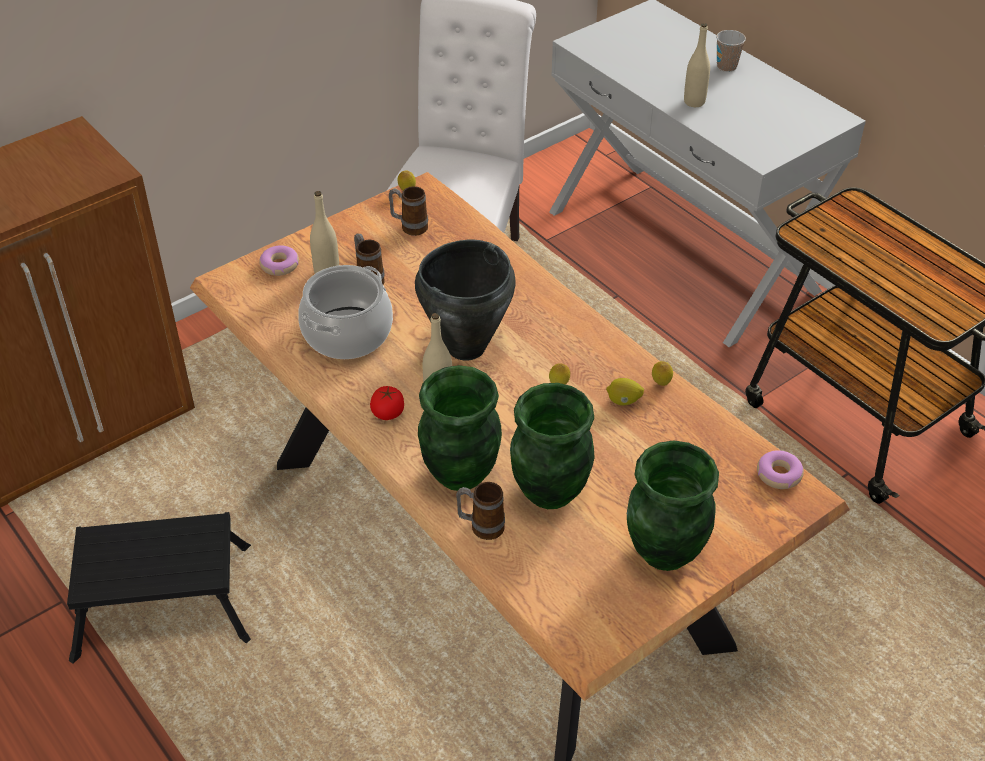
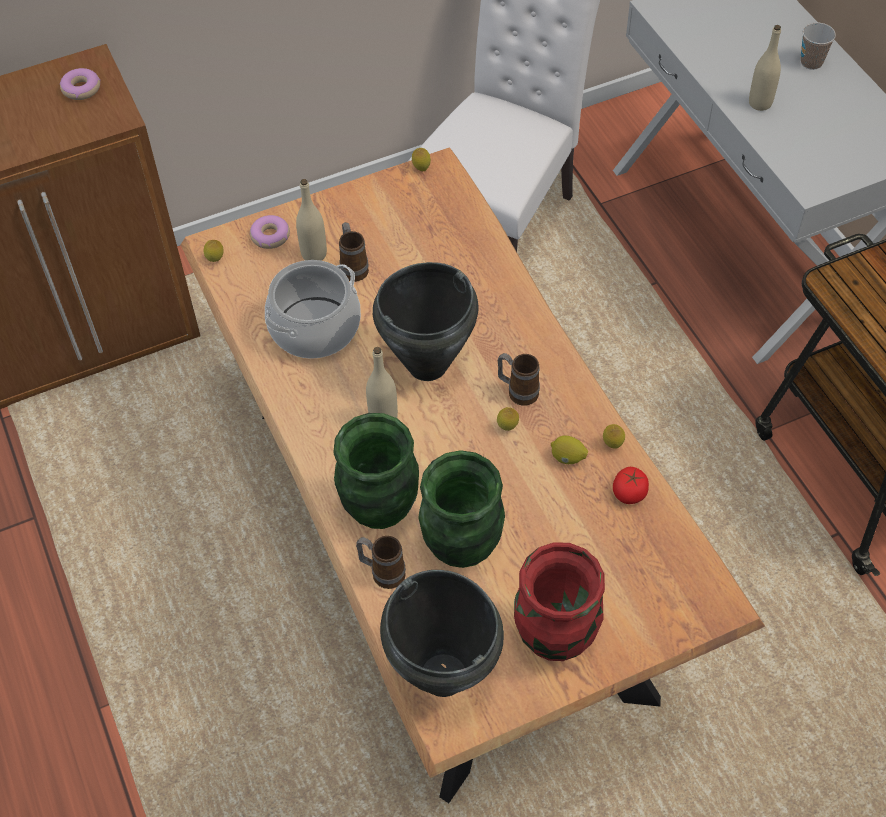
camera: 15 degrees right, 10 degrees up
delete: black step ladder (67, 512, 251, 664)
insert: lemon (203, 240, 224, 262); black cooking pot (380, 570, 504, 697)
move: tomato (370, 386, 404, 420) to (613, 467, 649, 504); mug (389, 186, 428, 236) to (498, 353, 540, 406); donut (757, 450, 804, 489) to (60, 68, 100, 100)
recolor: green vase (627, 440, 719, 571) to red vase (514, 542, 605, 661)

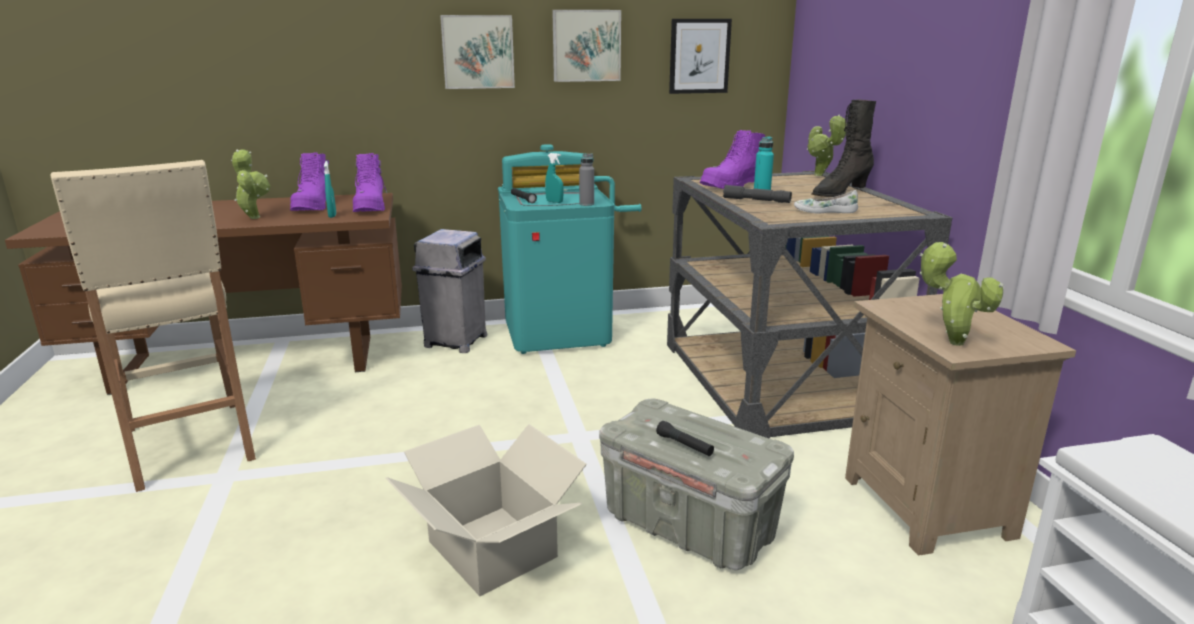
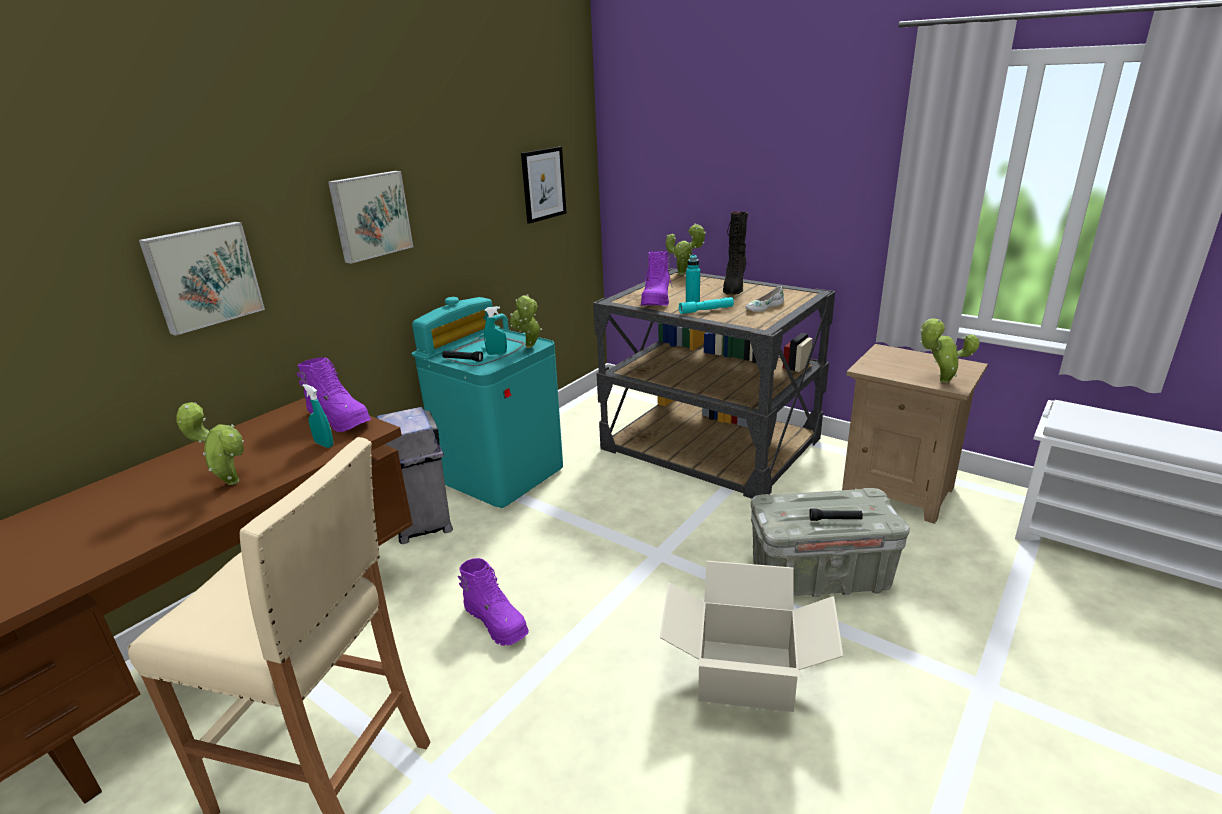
camera: 40 degrees left, 5 degrees up
move: purple boot (290, 152, 329, 211) to (458, 558, 529, 646); picture (552, 10, 621, 82) to (139, 222, 265, 336)
replace: grey bottle (579, 153, 594, 206) to potted plant (510, 294, 542, 348)
recolor: grey flashlight (723, 185, 792, 203) to turquoise flashlight (679, 297, 734, 314)

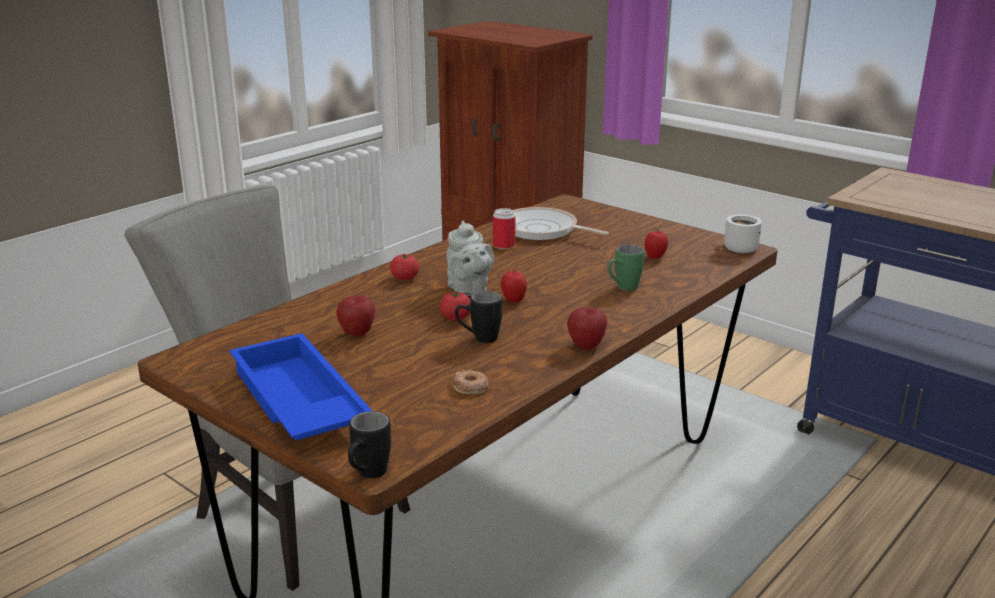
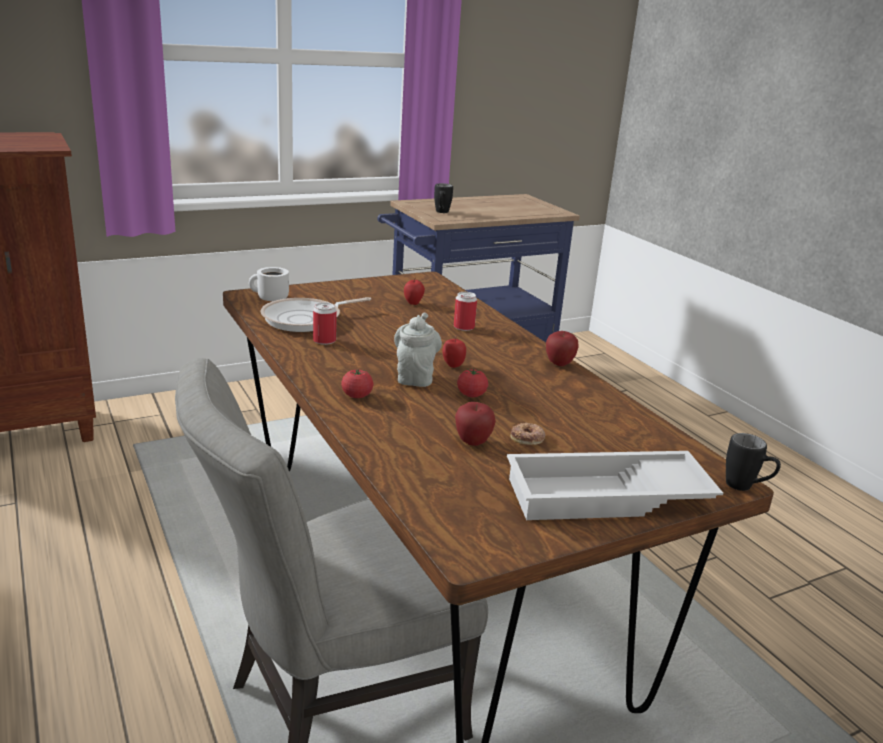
camera: 70 degrees left, 0 degrees up
move: donut (452, 370, 489, 394) to (511, 423, 545, 445); black mug (455, 291, 502, 343) to (434, 183, 453, 213); white mug (724, 214, 762, 253) to (249, 267, 289, 301)
replace: green mug (607, 245, 644, 291) to can (454, 292, 477, 331)
recolor: blue tray (230, 333, 372, 440) to white tray (507, 451, 723, 520)
rotate: grey teapot (446, 221, 494, 296) = (394, 313, 442, 387) 90 degrees counterclockwise

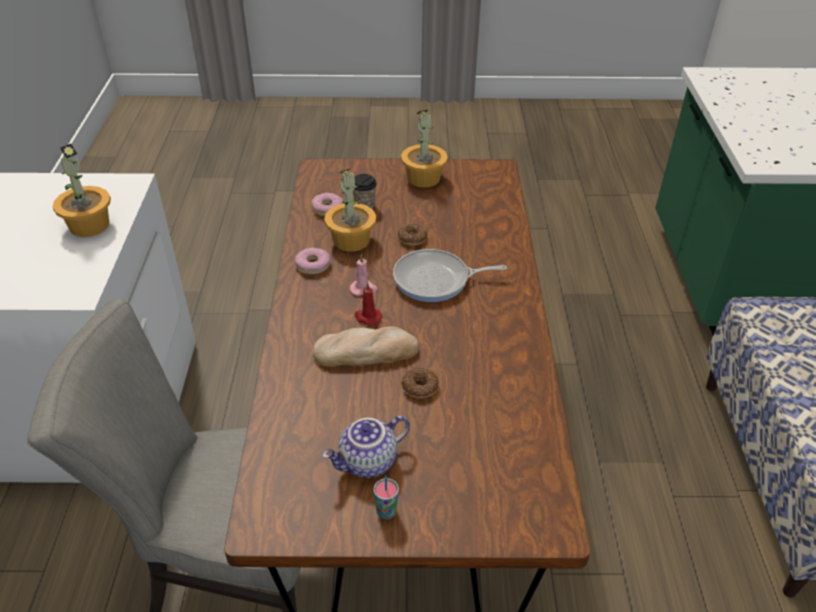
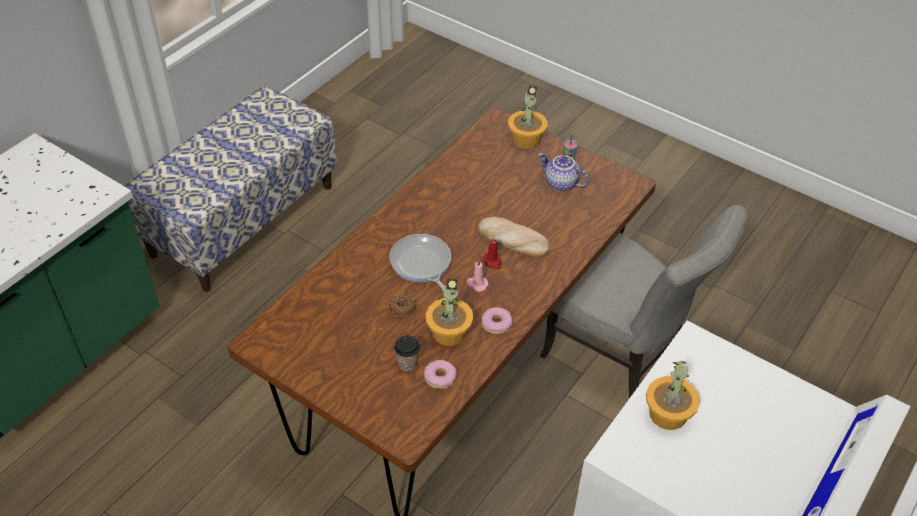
camera: 145 degrees left, 5 degrees up
delete: donut (401, 367, 438, 398)
move: potted plant (401, 110, 448, 188) to (508, 86, 548, 149)
rotate: teapot (322, 415, 410, 478) = (538, 153, 589, 191) 150 degrees counterclockwise; frying pan (393, 249, 507, 302) = (389, 234, 451, 292) 150 degrees counterclockwise

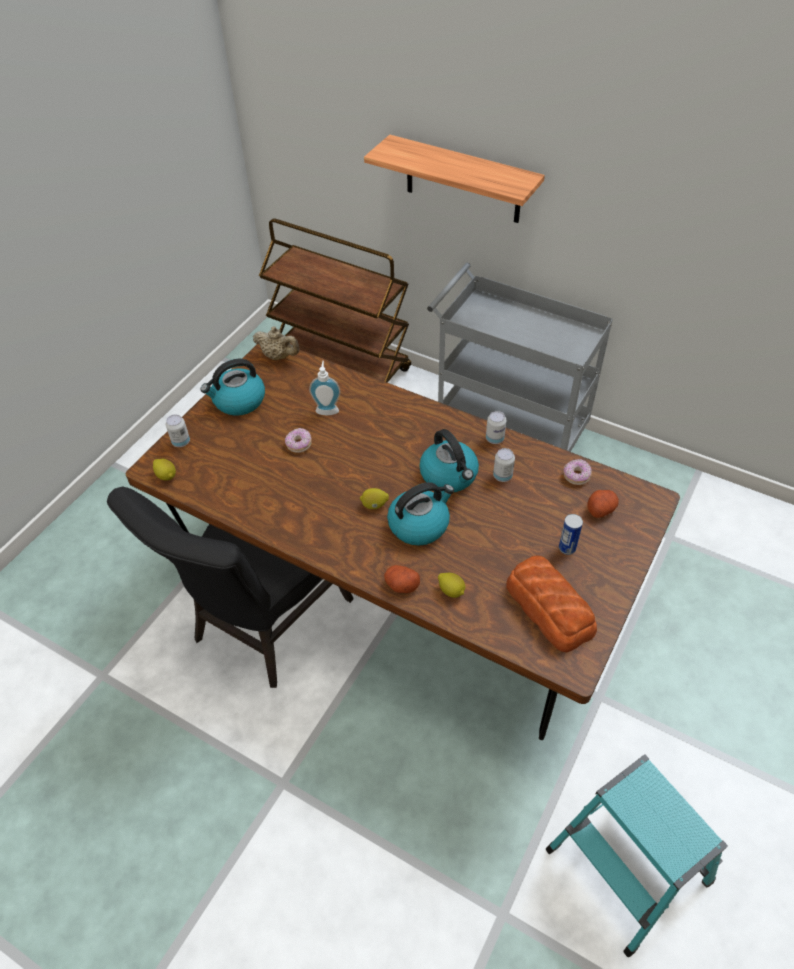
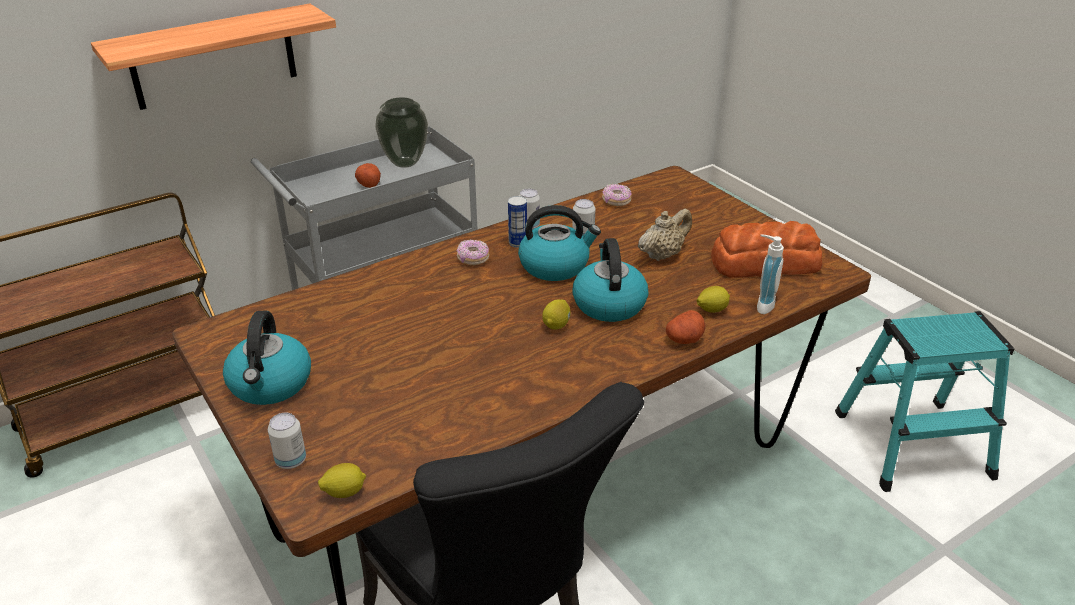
camera: 65 degrees left, 15 degrees down
insert: vase (375, 97, 428, 168)
move: beige teapot (253, 327, 300, 360) to (638, 208, 692, 261); donut (285, 428, 312, 453) to (457, 240, 489, 265); soap dispenser (309, 361, 340, 416) to (757, 234, 784, 314); can (559, 514, 583, 555) to (508, 196, 527, 248); potato (587, 490, 619, 518) to (355, 163, 381, 188)

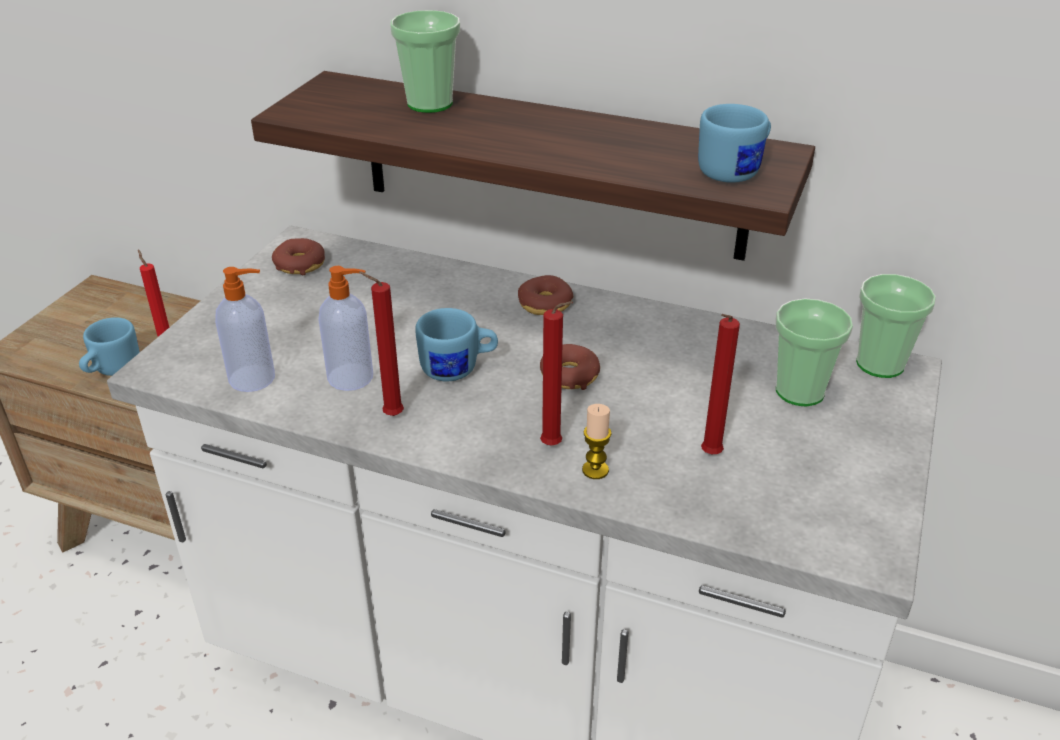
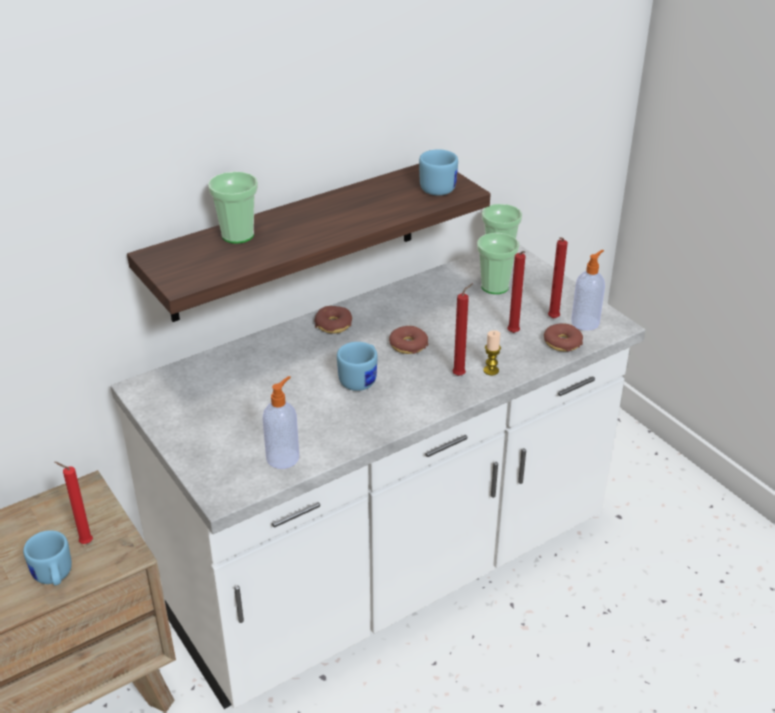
camera: 55 degrees left, 0 degrees up
move: donut (272, 238, 325, 275) to (544, 323, 583, 352); soap dispenser (318, 266, 373, 391) to (571, 250, 605, 330); red candle (359, 272, 404, 416) to (548, 237, 568, 319)

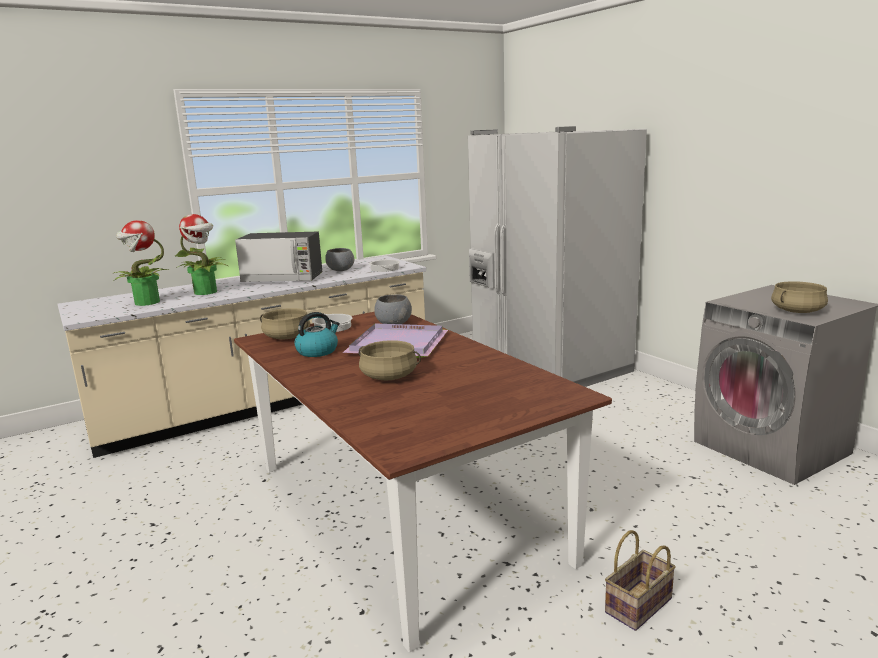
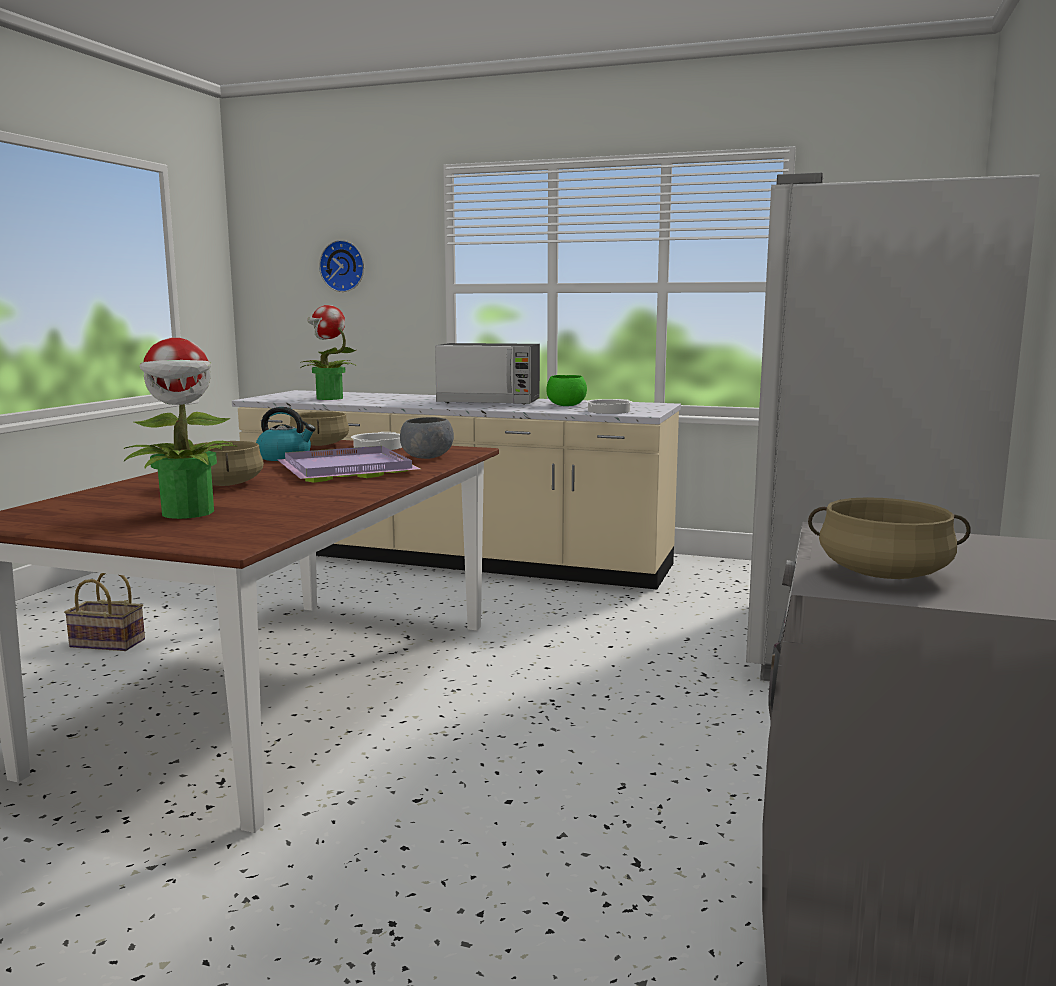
camera: 50 degrees right, 5 degrees down
insert: wall clock (319, 240, 364, 292)
move: potted plant (175, 214, 228, 295) to (123, 338, 238, 519); basket (605, 530, 675, 631) to (64, 573, 145, 651)
recolor: grey bowl (325, 248, 354, 271) to green bowl (546, 375, 587, 406)
rotate: microwave (235, 231, 322, 282) = (435, 343, 540, 405) 45 degrees counterclockwise

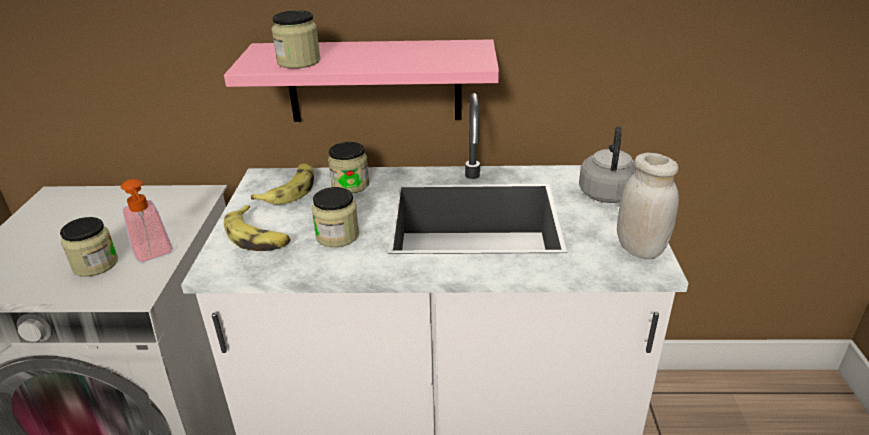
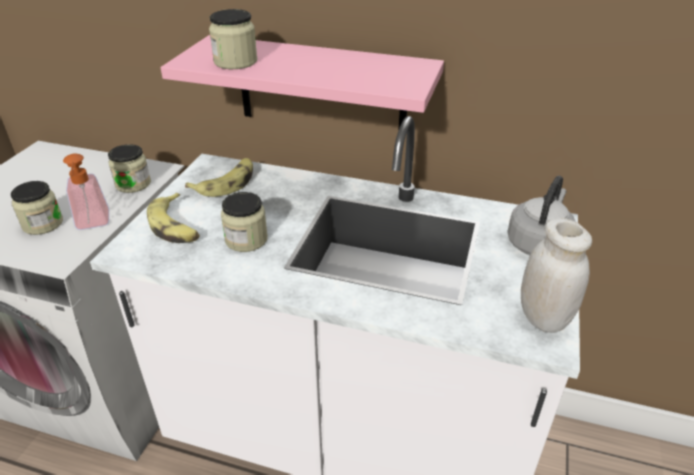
camera: 15 degrees right, 5 degrees up
move: jar (328, 142, 369, 194) to (108, 144, 151, 193)

